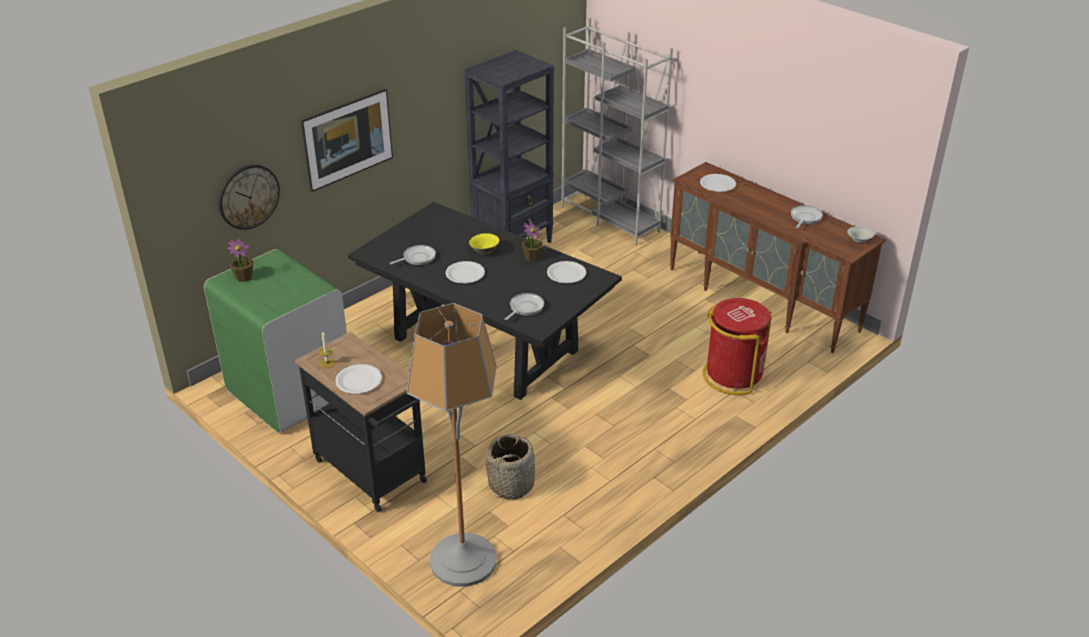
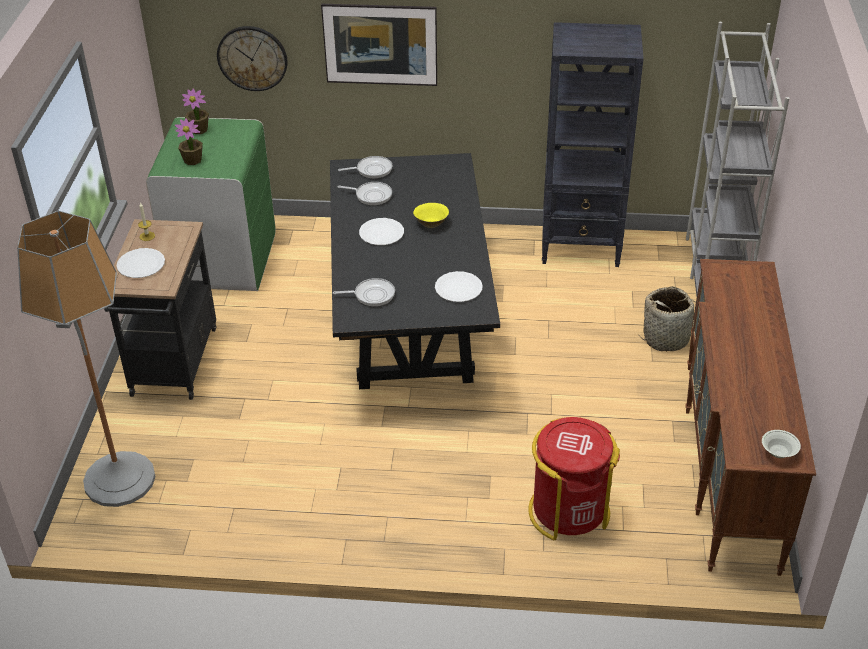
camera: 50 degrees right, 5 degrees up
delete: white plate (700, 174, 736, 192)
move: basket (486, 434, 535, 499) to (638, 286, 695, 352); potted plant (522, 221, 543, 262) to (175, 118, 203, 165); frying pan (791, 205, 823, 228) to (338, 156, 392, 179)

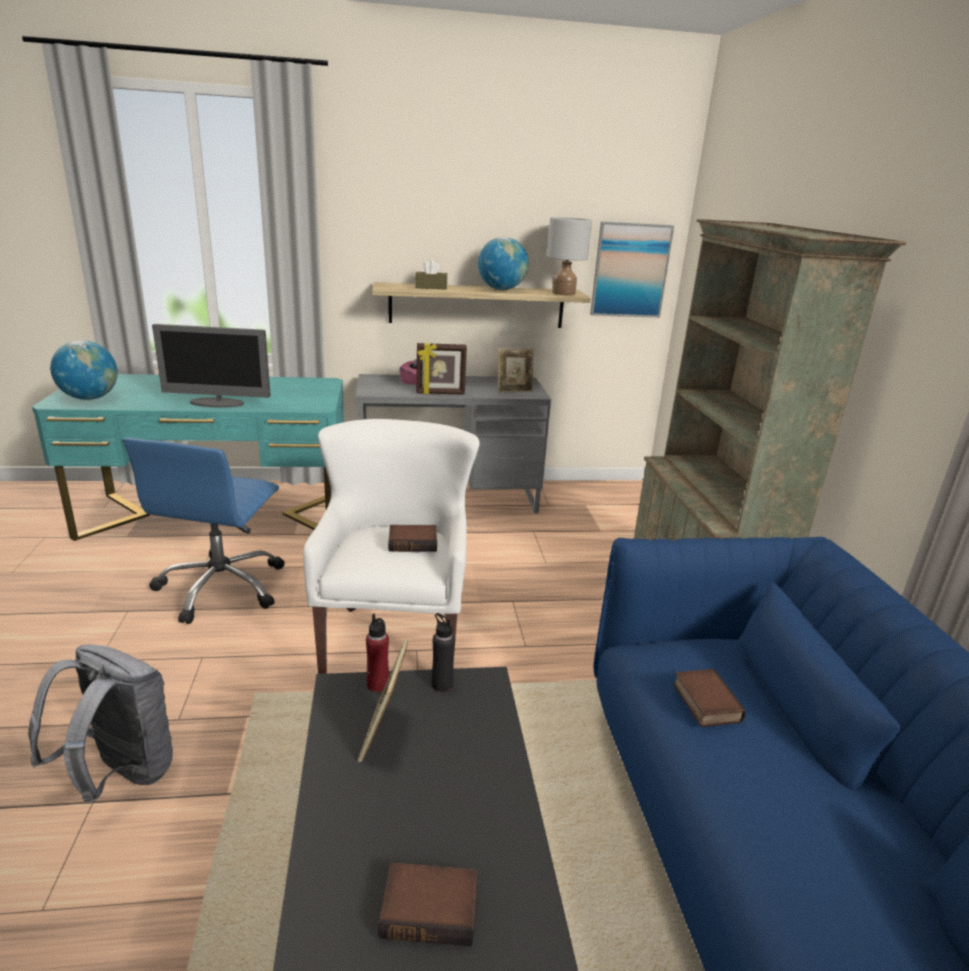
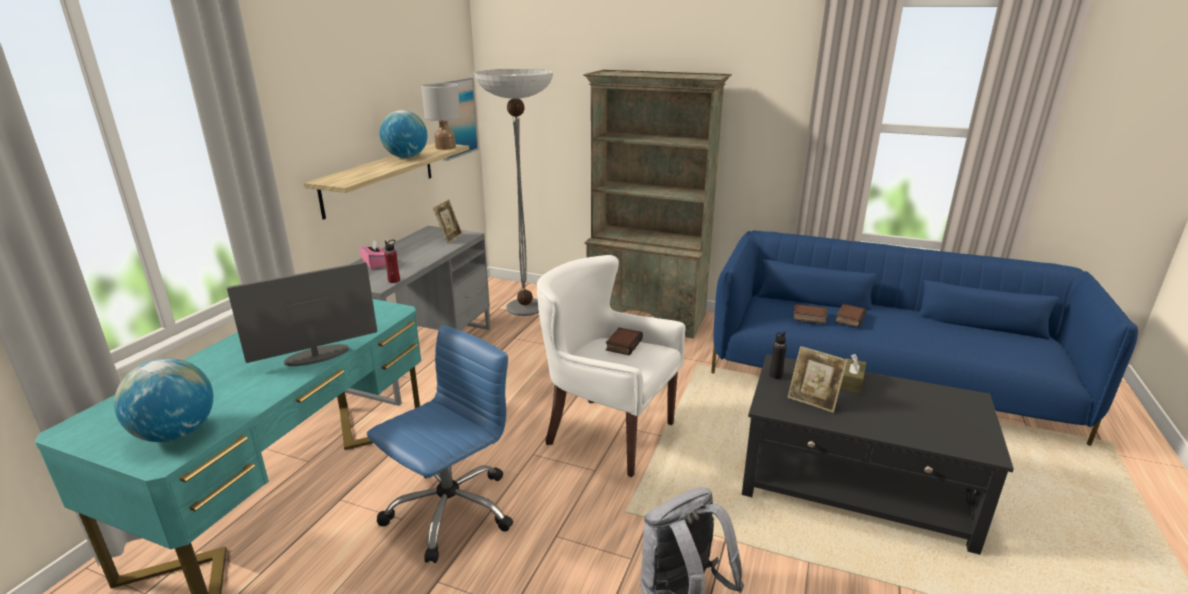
camera: 60 degrees left, 0 degrees up
delete: picture frame (416, 343, 467, 395)
insert: floor lamp (474, 69, 553, 316)
move: red bottle (366, 614, 389, 692) to (384, 240, 400, 283); book (378, 862, 477, 946) to (835, 304, 866, 328); brown tissue box (415, 260, 447, 290) to (840, 354, 866, 393)
rotate: blue office chair (123, 438, 284, 624) = (367, 325, 513, 563) 90 degrees counterclockwise; monitor (152, 324, 271, 408) = (227, 262, 377, 366) 150 degrees counterclockwise

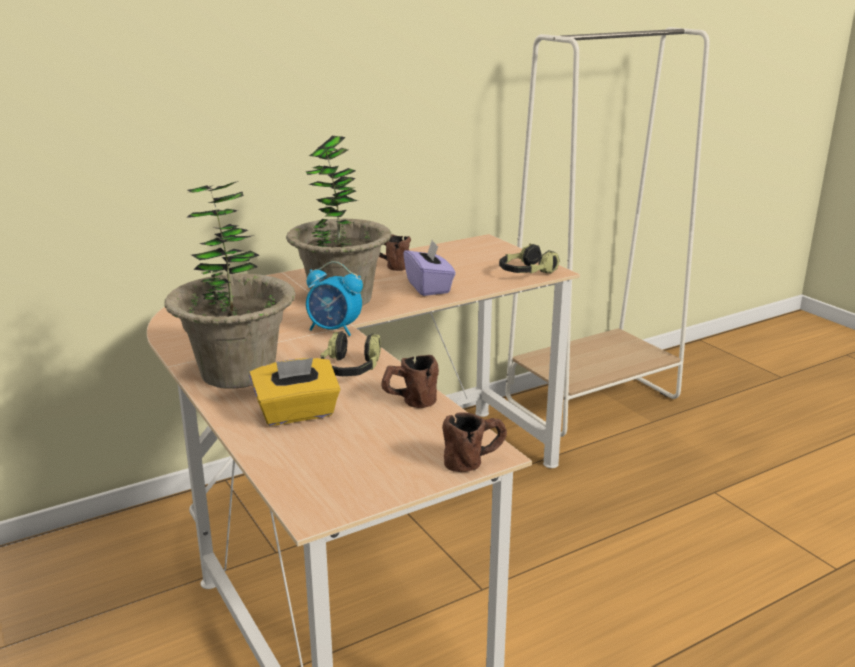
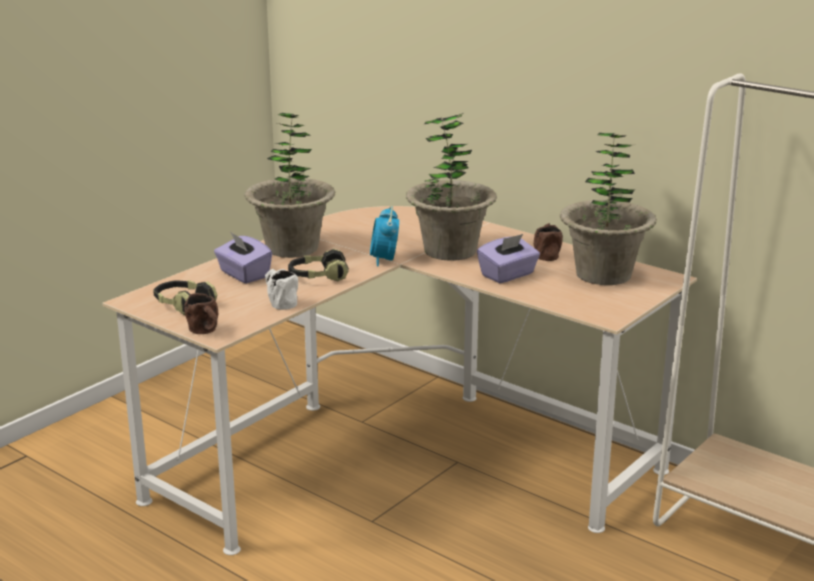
camera: 70 degrees right, 0 degrees up
insert: potted plant (560, 133, 657, 285)
move: headphones (499, 244, 560, 274) to (153, 280, 217, 315)
recolor: yellow tissue box (249, 358, 341, 426) to purple tissue box (214, 231, 272, 284); brown mug (381, 355, 439, 408) to white mug (265, 268, 298, 310)

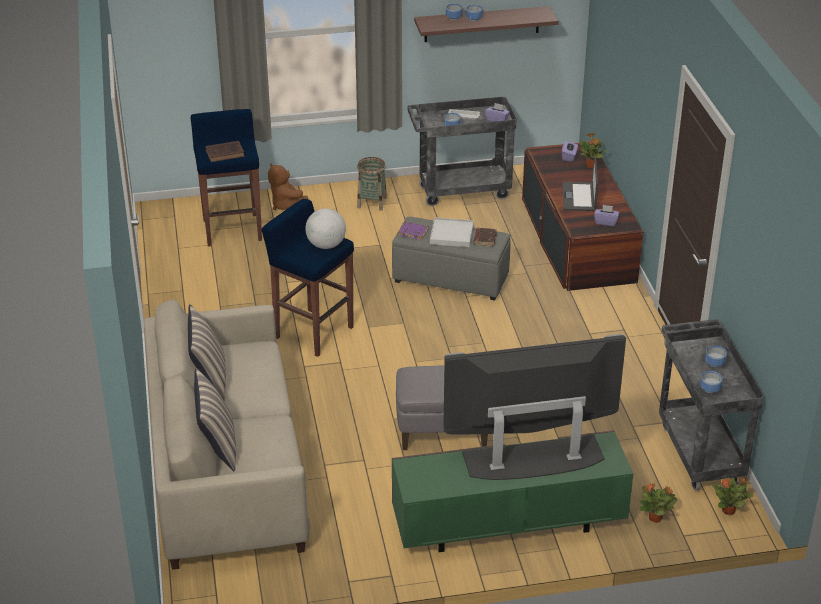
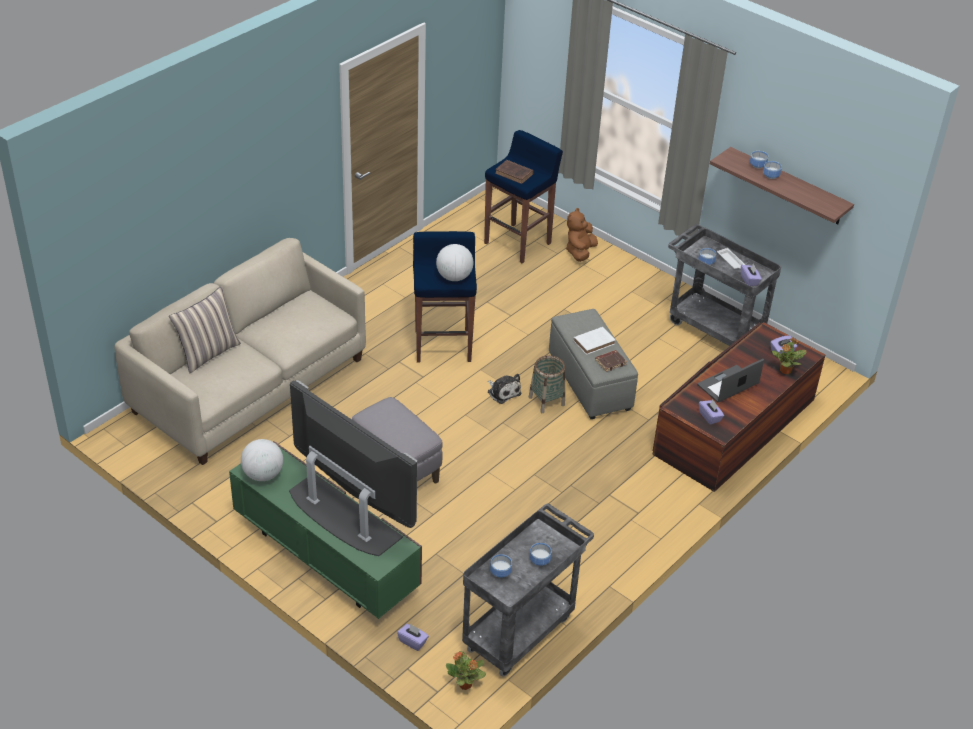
camera: 50 degrees right, 5 degrees up
delete: pillow (188, 304, 226, 401); purple book (398, 222, 429, 240)
insert: globe (241, 439, 283, 481); plush toy (488, 374, 521, 404)
move: basket (357, 157, 387, 211) to (529, 355, 565, 413)
replace: white tray (430, 218, 474, 247) to white book (573, 327, 615, 355); potted plant (639, 483, 677, 523) to purple tissue box (397, 624, 429, 651)

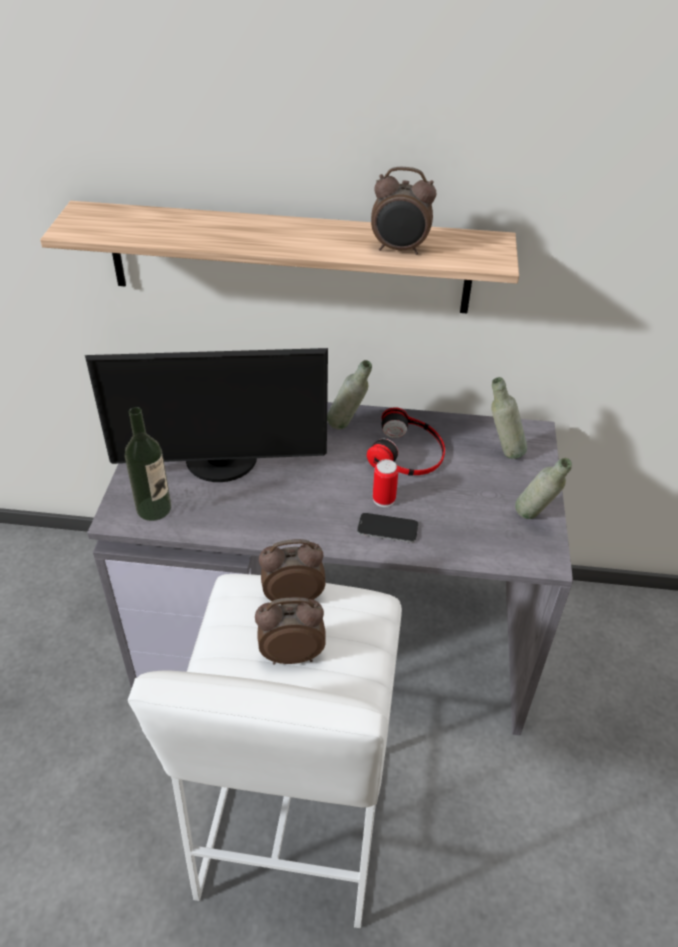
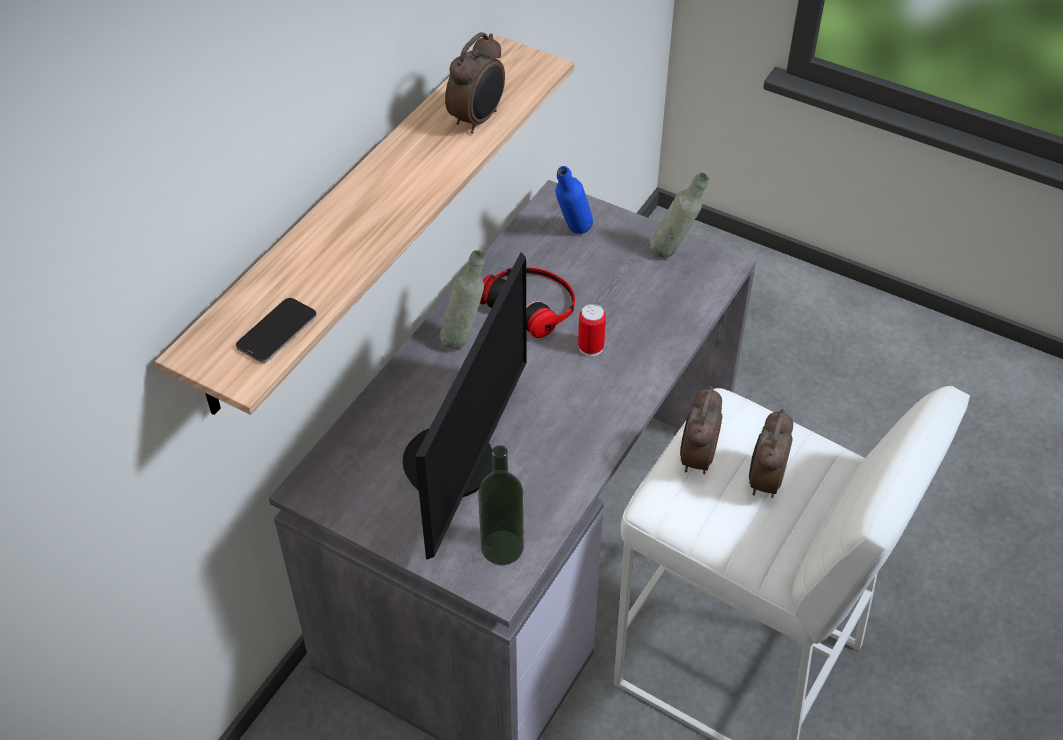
camera: 65 degrees left, 5 degrees up
move: phone (357, 513, 418, 543) to (236, 298, 317, 363)
recolor: grey bottle (491, 377, 527, 459) to blue bottle (555, 166, 593, 234)

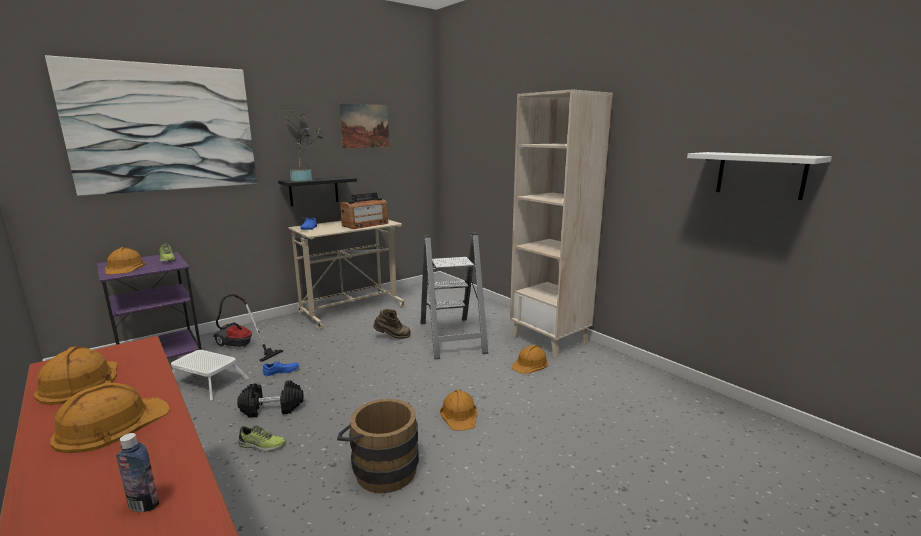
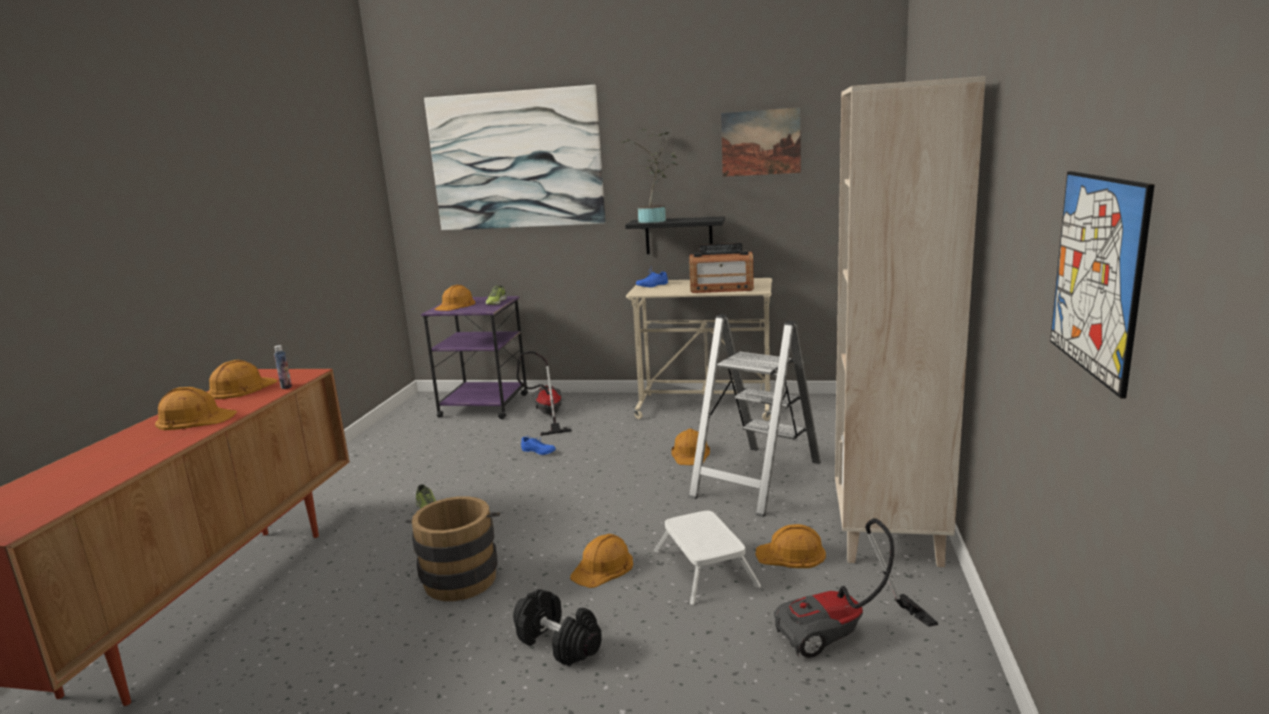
camera: 50 degrees right, 0 degrees up
insert: vacuum cleaner (774, 518, 938, 658)
move: bottle (116, 433, 159, 512) to (274, 345, 292, 389); white step ladder (171, 350, 249, 401) to (654, 511, 761, 605); black dumbbell (237, 380, 303, 417) to (513, 589, 602, 666)
replace: brown boot (373, 309, 411, 339) to orange hard hat (671, 429, 710, 465); white shelf (687, 152, 832, 200) to picture (1050, 171, 1155, 398)

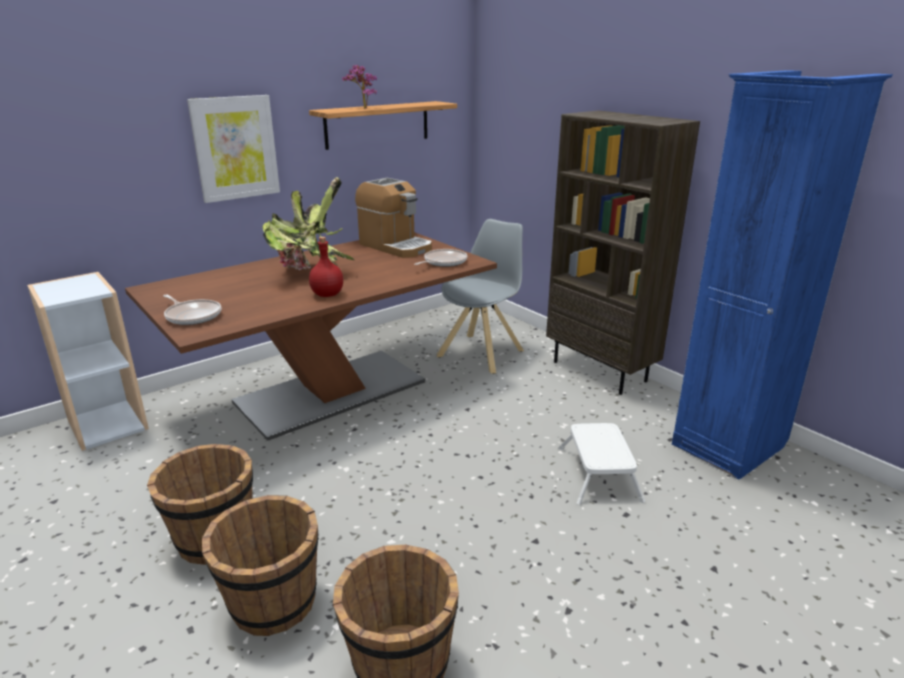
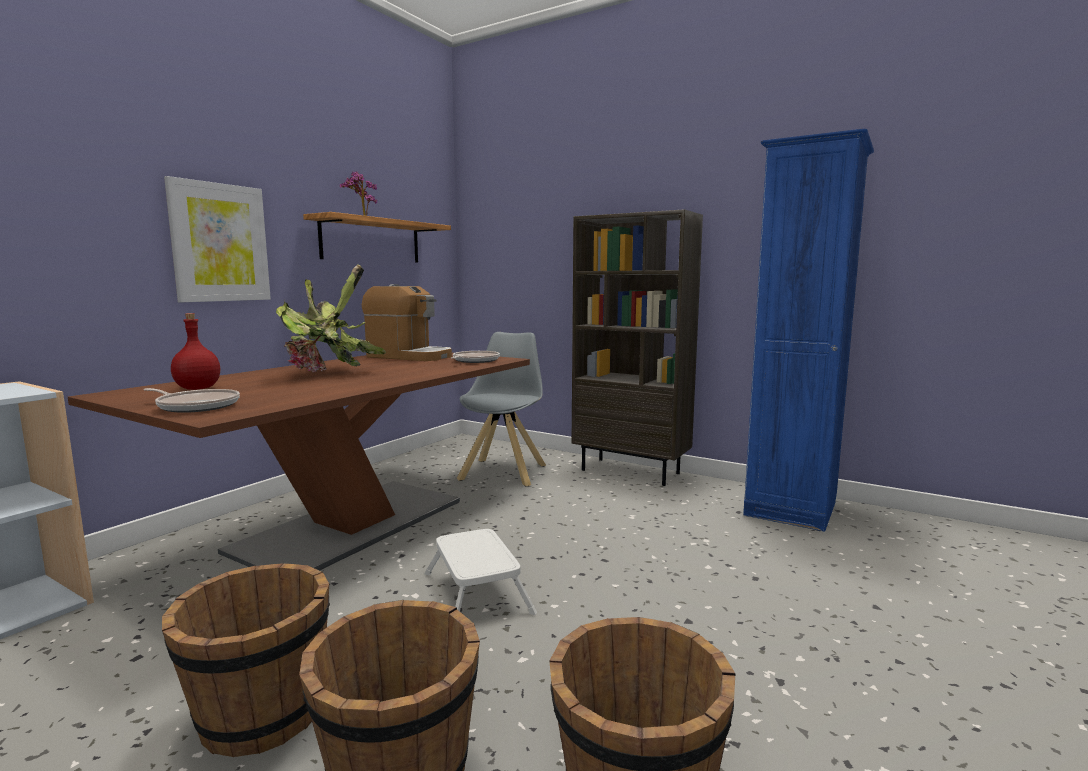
camera: 20 degrees left, 15 degrees down
move: red bottle (309, 237, 343, 297) to (171, 313, 220, 390); white step ladder (559, 423, 645, 505) to (424, 529, 537, 615)

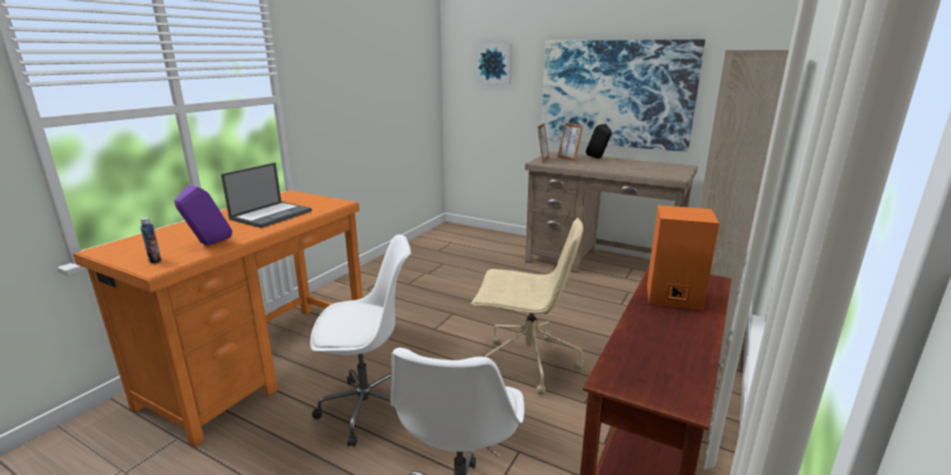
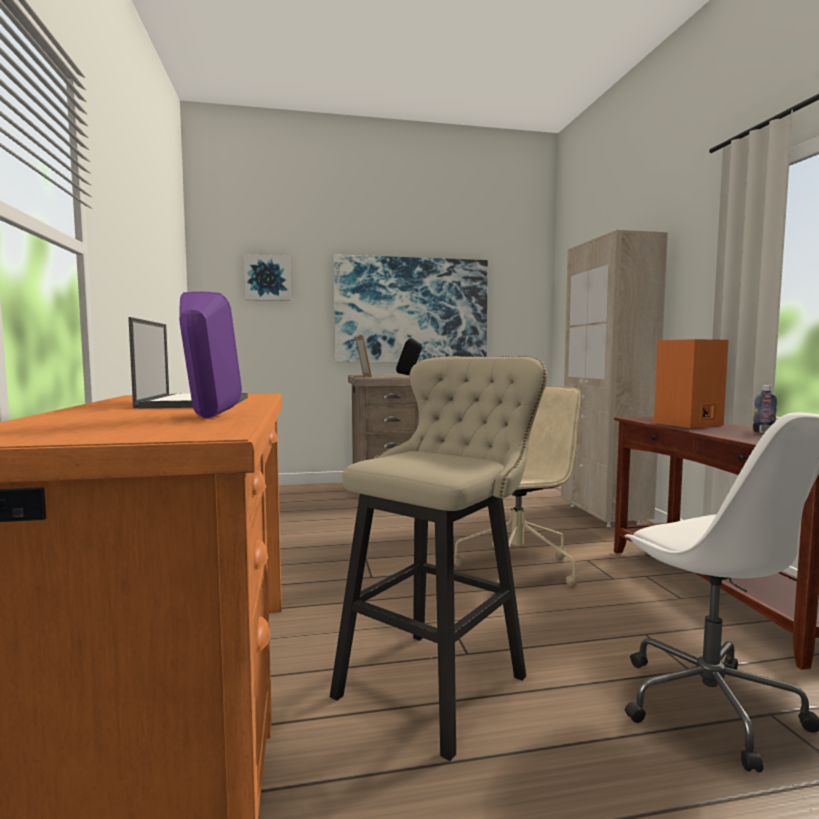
camera: 40 degrees left, 15 degrees down
delete: picture frame (558, 123, 583, 162)
move: bottle (140, 217, 162, 264) to (753, 386, 777, 433)
replace: white office chair (310, 234, 411, 447) to beige stool (330, 356, 548, 761)

